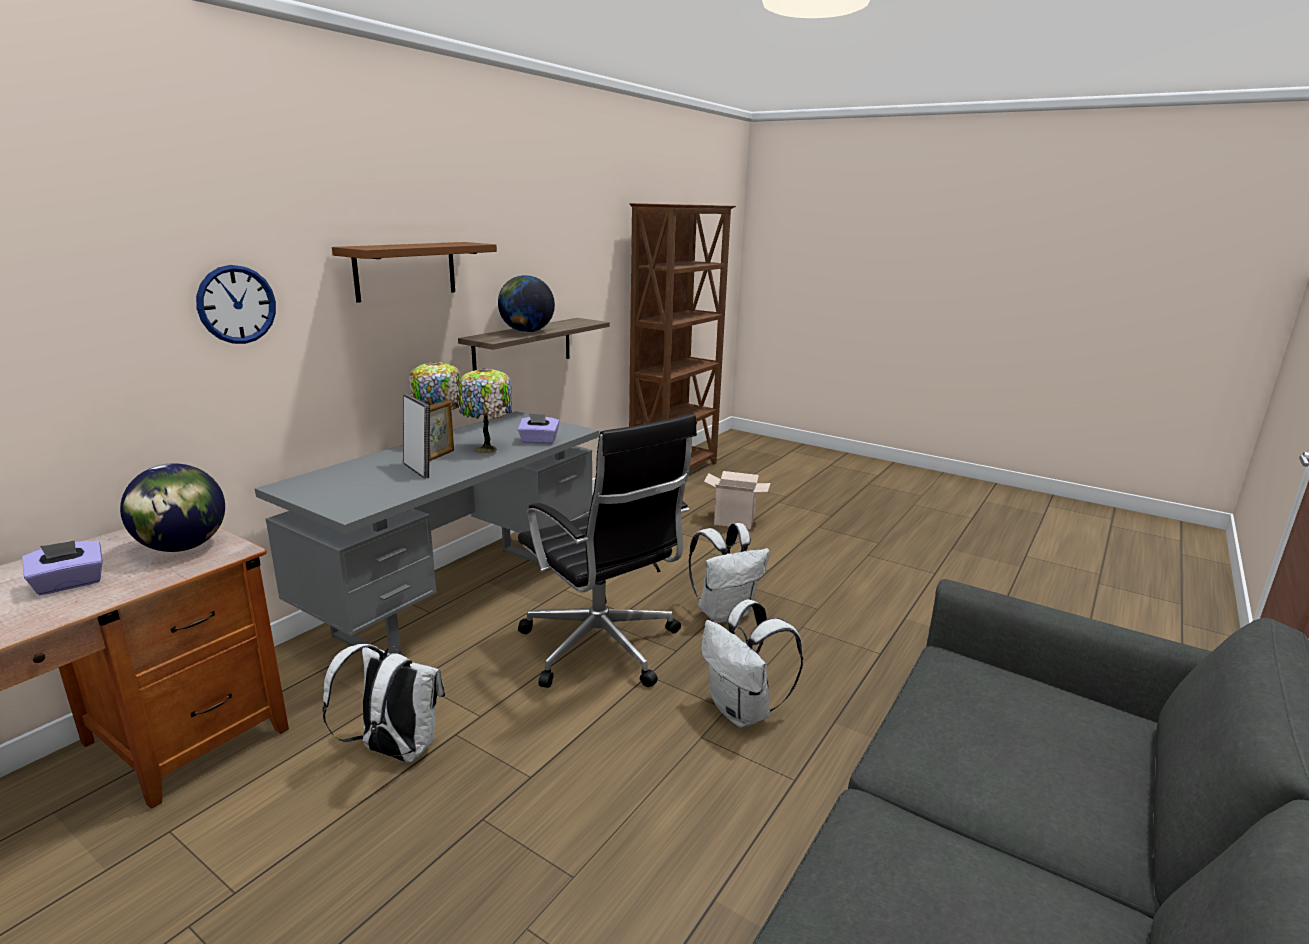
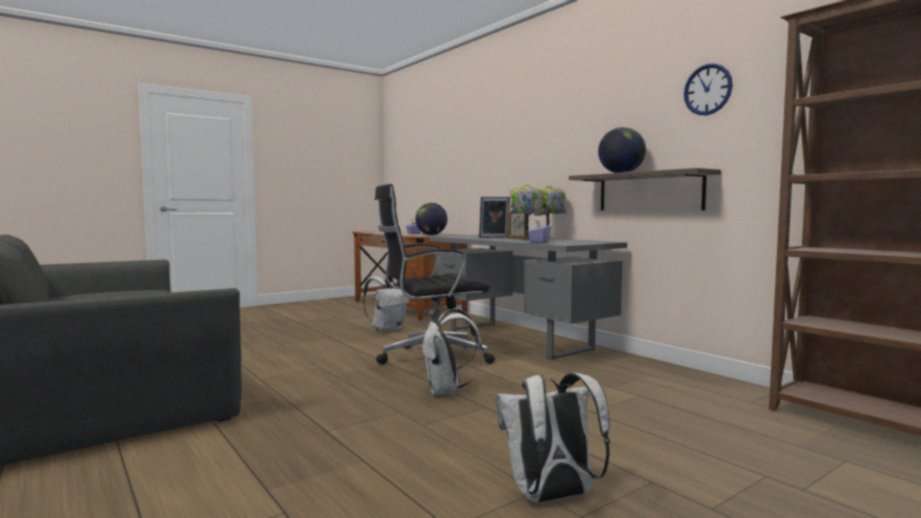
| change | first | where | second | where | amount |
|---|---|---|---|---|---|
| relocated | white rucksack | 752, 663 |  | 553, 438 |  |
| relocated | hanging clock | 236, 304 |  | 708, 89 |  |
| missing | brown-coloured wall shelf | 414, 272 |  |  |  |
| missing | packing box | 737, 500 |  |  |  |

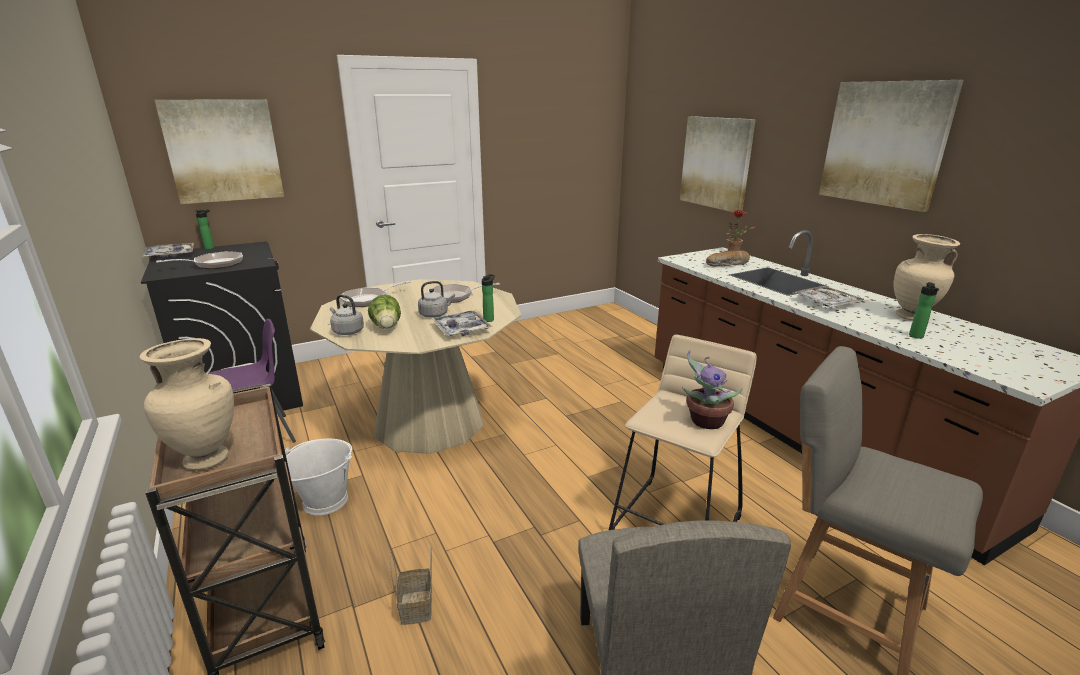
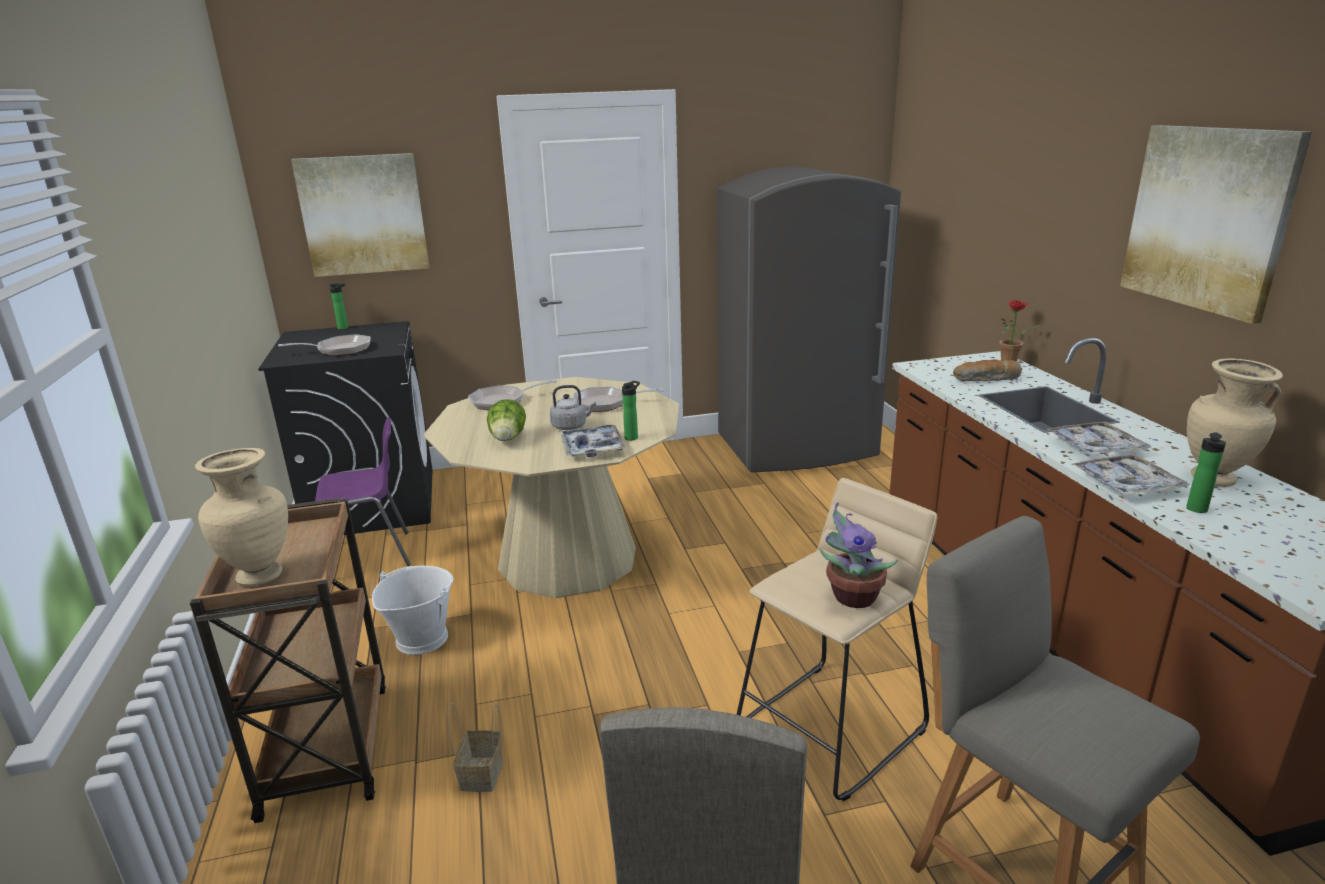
| change | first | where | second | where | amount |
|---|---|---|---|---|---|
| appeared |  |  | gray refrigerator | 809, 319 |  |
| relocated | tray | 168, 250 |  | 1131, 475 |  |
| missing | gray kettle | 347, 315 |  |  |  |
| missing | wall picture | 718, 164 |  |  |  |

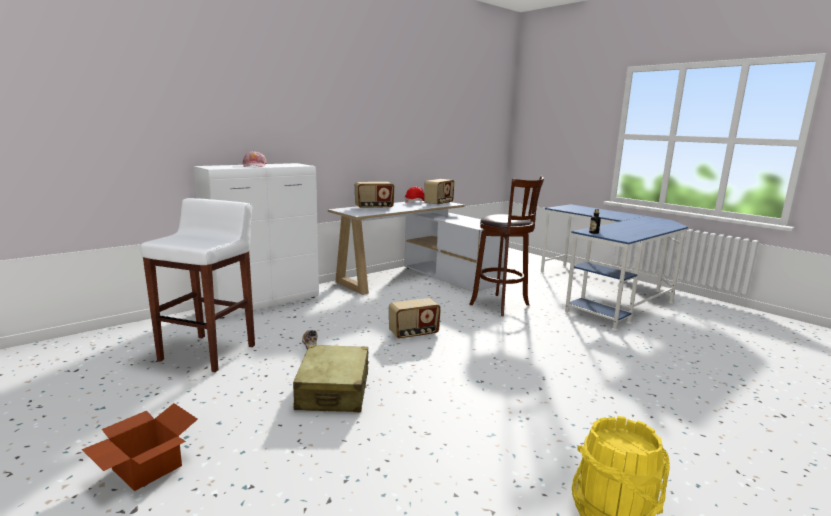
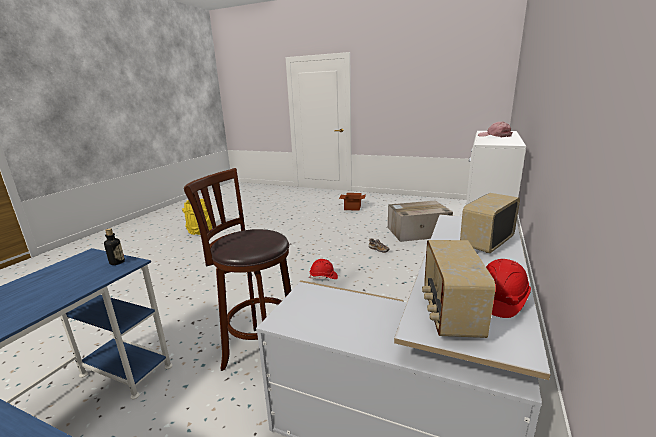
| change | first | where | second | where | amount |
|---|---|---|---|---|---|
| exchanged | radio set | 415, 318 | red-coloured hard hat | 324, 269 |  |
| exchanged | white stool seat | 197, 285 | packing box | 420, 221 |  |
| missing | beige-coloured travel case | 331, 379 |  |  |  |

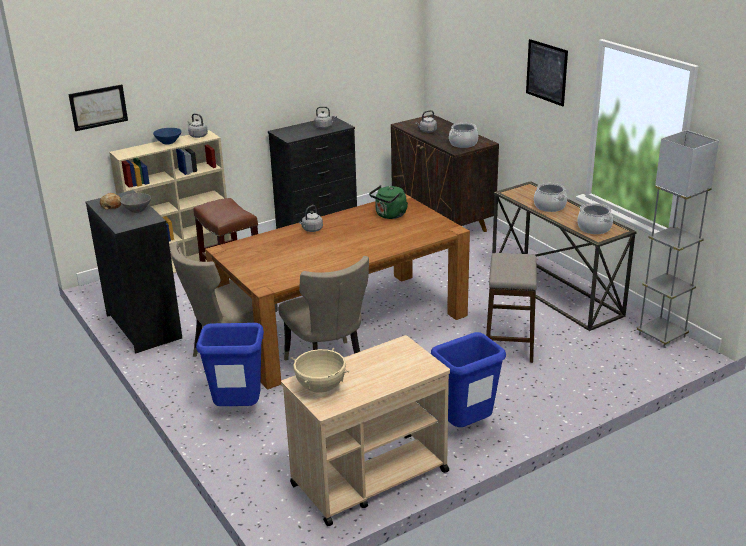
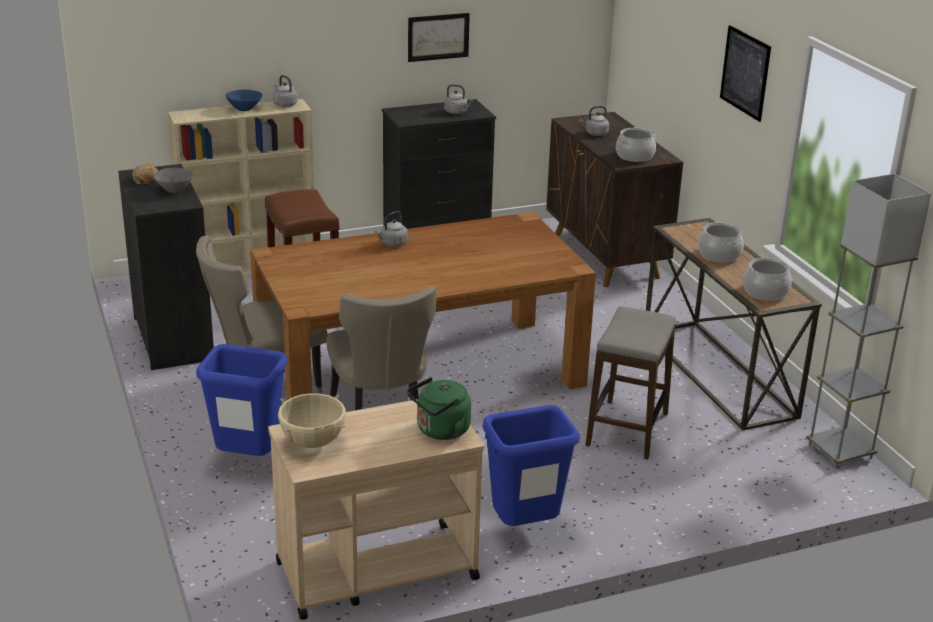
| change | first | where | second | where | amount |
|---|---|---|---|---|---|
| relocated | greenish kettle | 388, 202 |  | 439, 408 |  |
| relocated | wall picture | 98, 107 |  | 439, 37 |  |

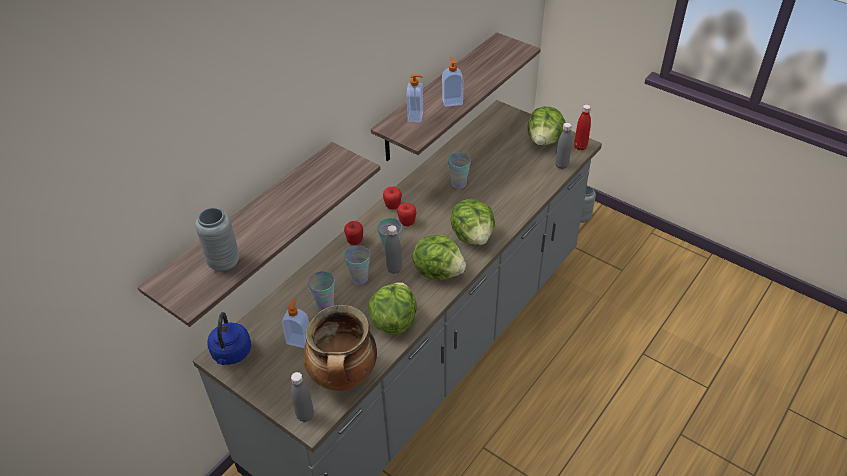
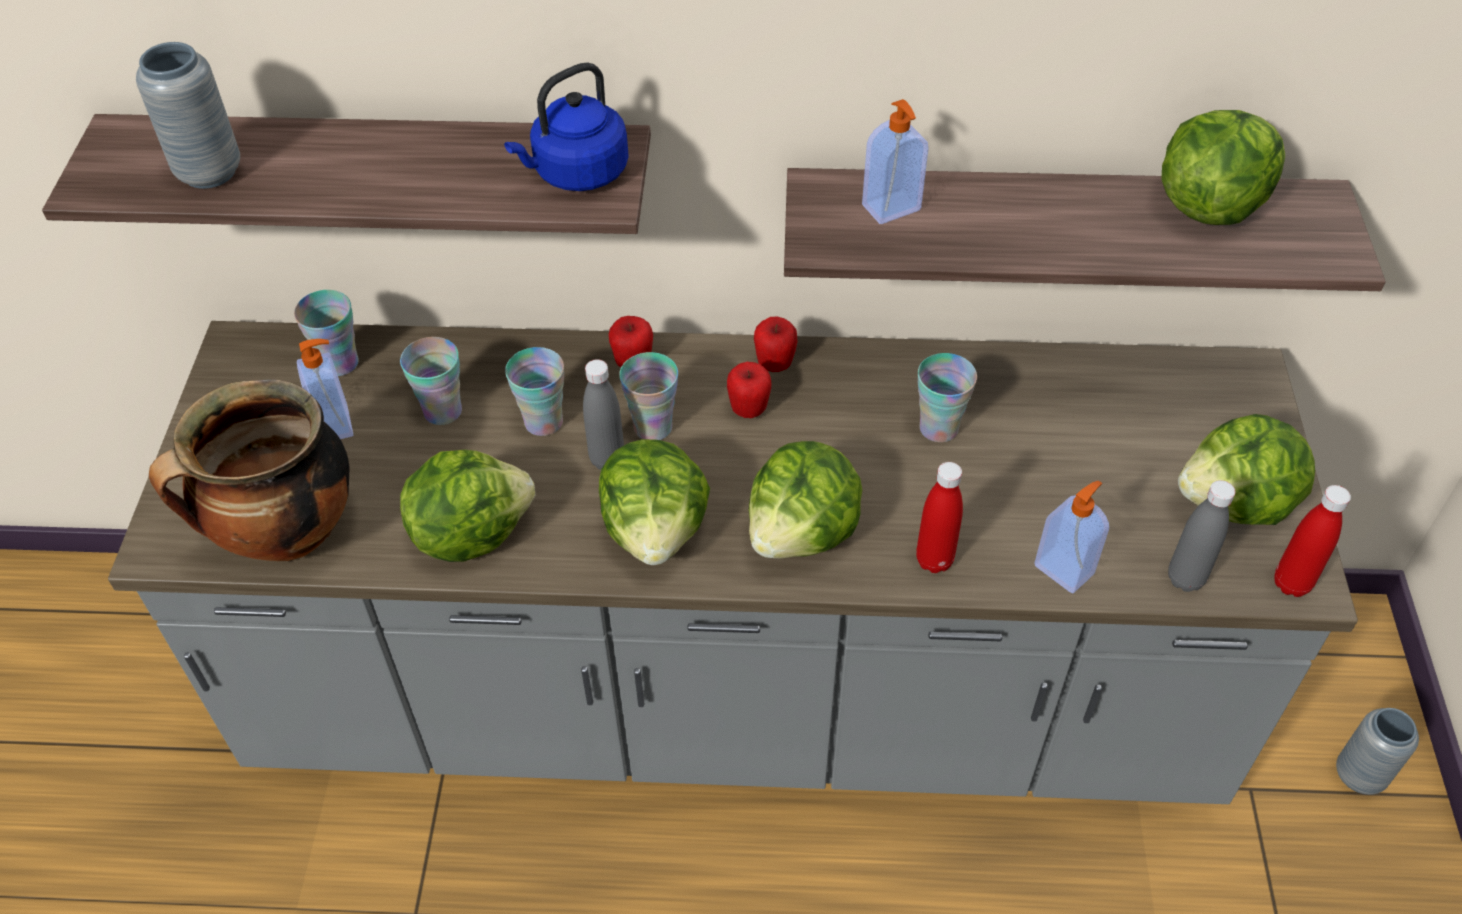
| change | first | where | second | where | amount |
|---|---|---|---|---|---|
| appeared |  |  | drinking cup | 326, 333 |  |
| relocated | bluish kettle | 229, 338 |  | 566, 127 |  |
| appeared |  |  | red-coloured beverage bottle | 939, 517 |  |
| relocated | liquid soap bottle | 453, 82 |  | 1071, 537 |  |
| appeared |  |  | head of lettuce | 1223, 167 |  |
| missing | gray beverage bottle | 302, 397 |  |  |  |

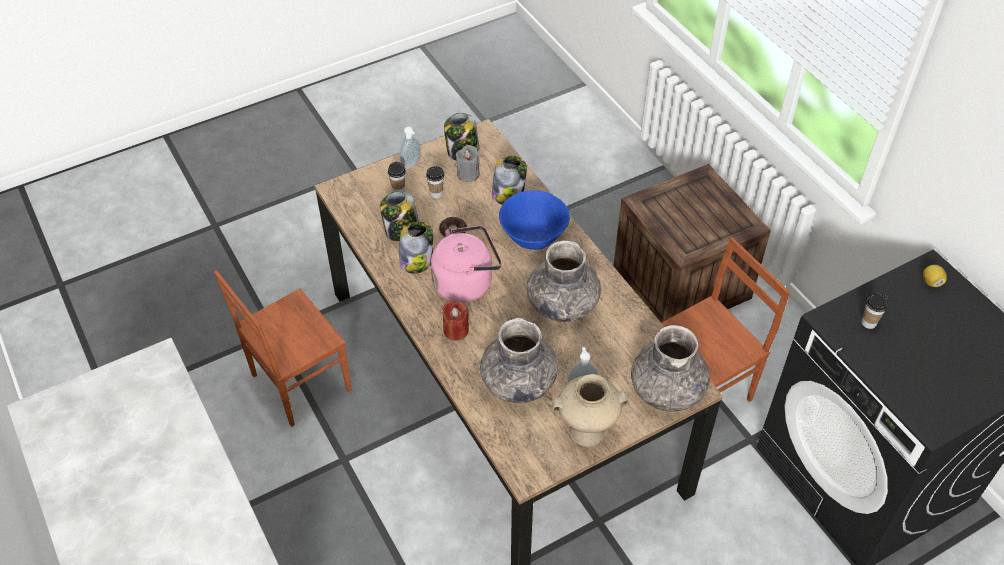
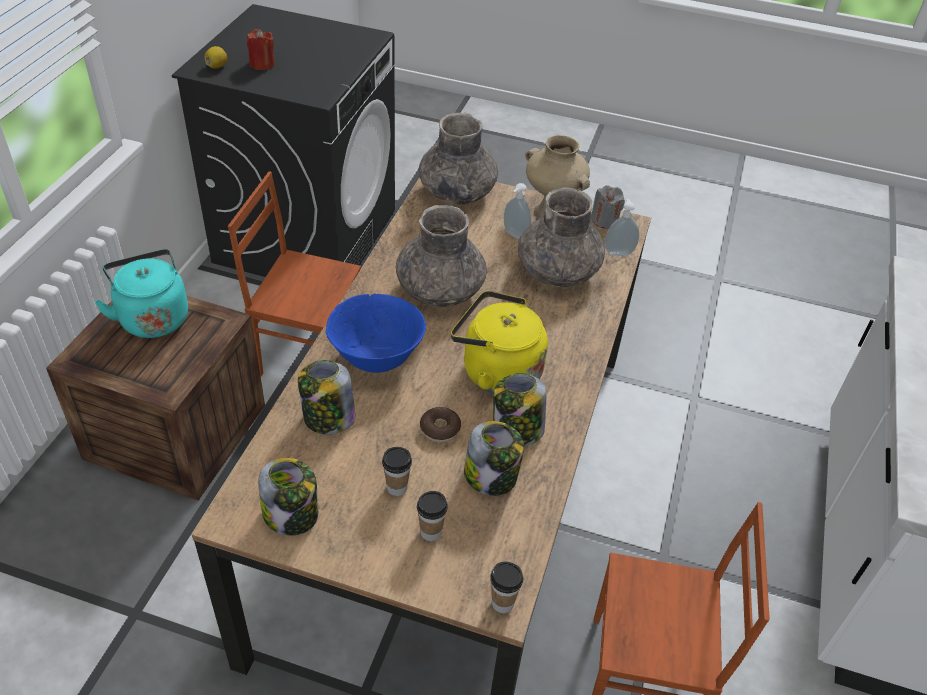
| change | first | where | second | where | amount |
|---|---|---|---|---|---|
| appeared |  |  | turquoise-coloured kettle | 141, 293 |  |
| relocated | red-coloured wax candle | 455, 321 |  | 261, 49 |  |
| colour | pink-coloured kettle | 466, 264 | yellowish kettle | 499, 342 |  |
| relocated | drinking cup | 875, 310 |  | 506, 587 |  |
| relocated | gray wax candle | 468, 163 |  | 608, 207 |  |
| relocated | liquid soap bottle | 410, 148 |  | 622, 227 |  |

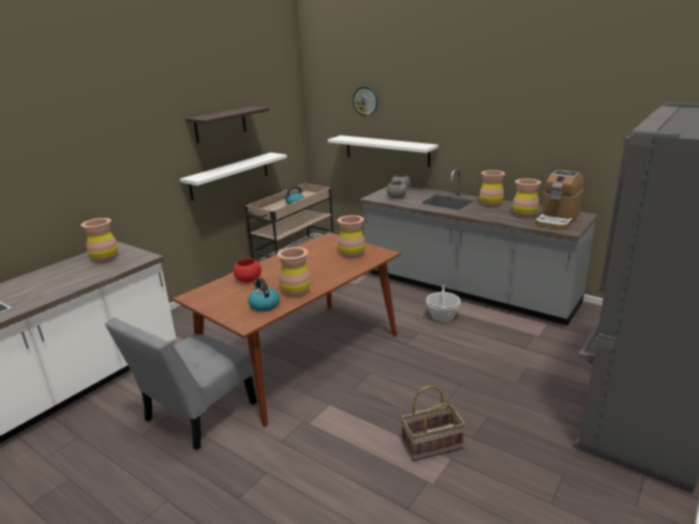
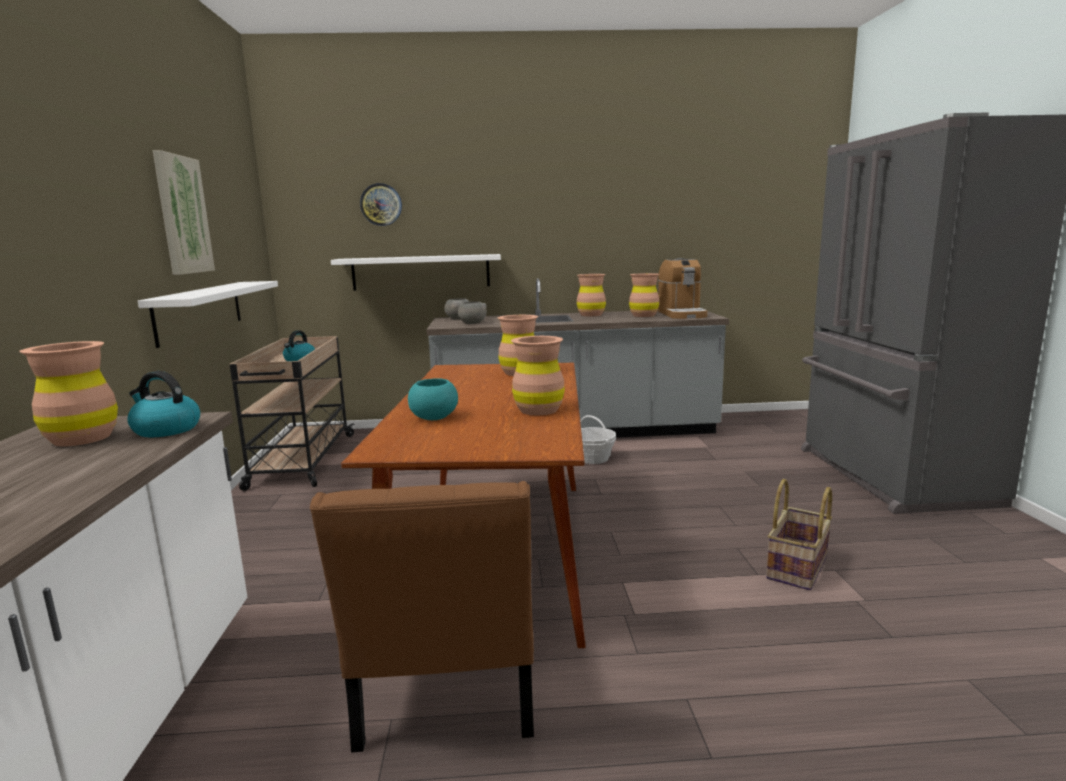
| change | first | where | second | where | amount |
|---|---|---|---|---|---|
| relocated | kettle | 263, 295 |  | 163, 404 |  |
| exchanged | wall shelf | 227, 124 | wall picture | 183, 212 |  |
| colour | gray chair | 181, 384 | brown-coloured chair | 422, 617 |  |
| colour | red-coloured serving bowl | 247, 270 | turquoise-coloured serving bowl | 433, 399 |  |

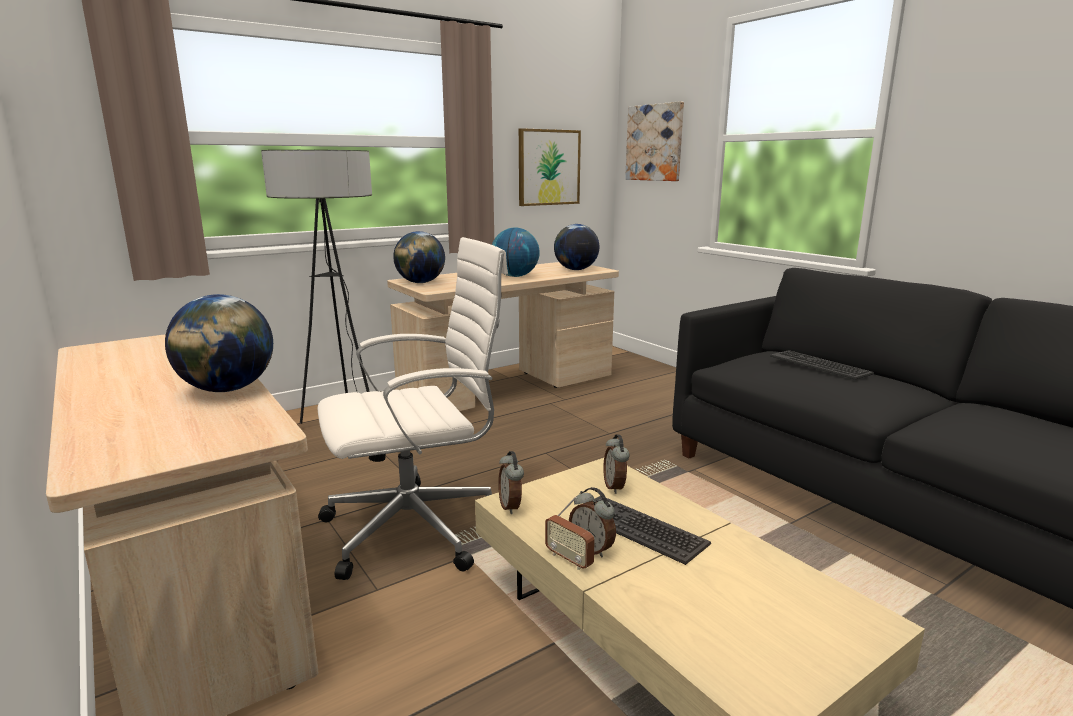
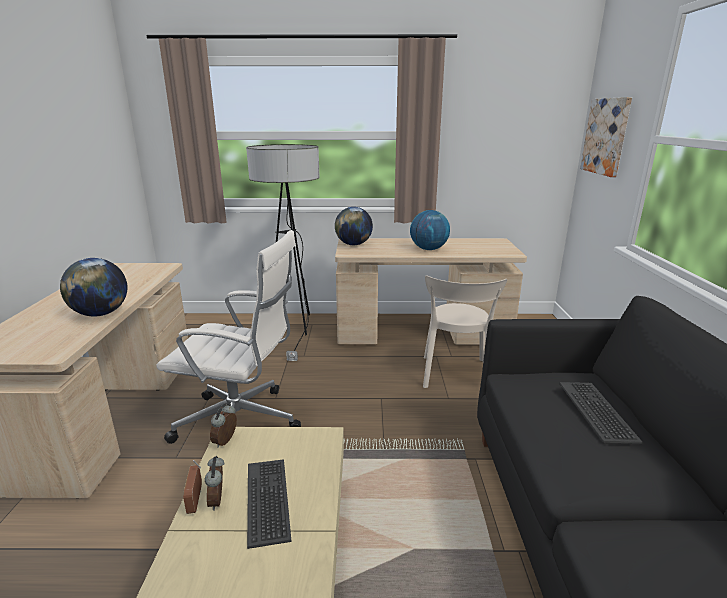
| change | first | where | second | where | amount |
|---|---|---|---|---|---|
| appeared |  |  | beige-coloured chair | 465, 331 |  |
| missing | wall picture | 550, 167 |  |  |  |
| missing | globe | 576, 247 |  |  |  |
| missing | alarm clock | 616, 464 |  |  |  |

